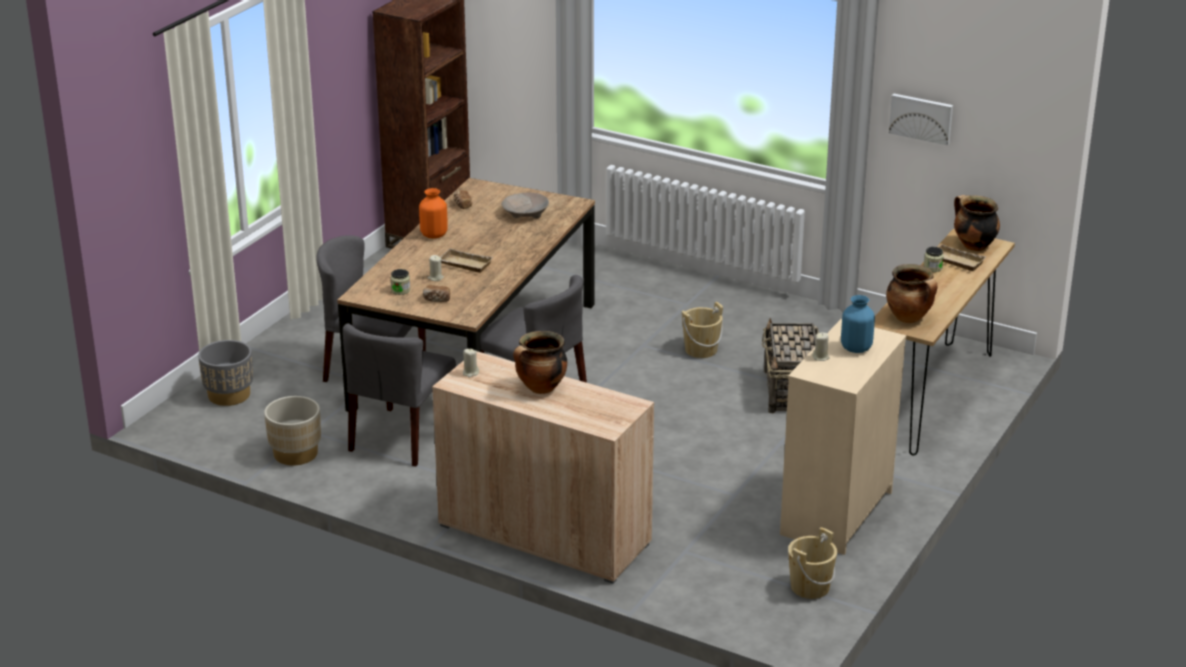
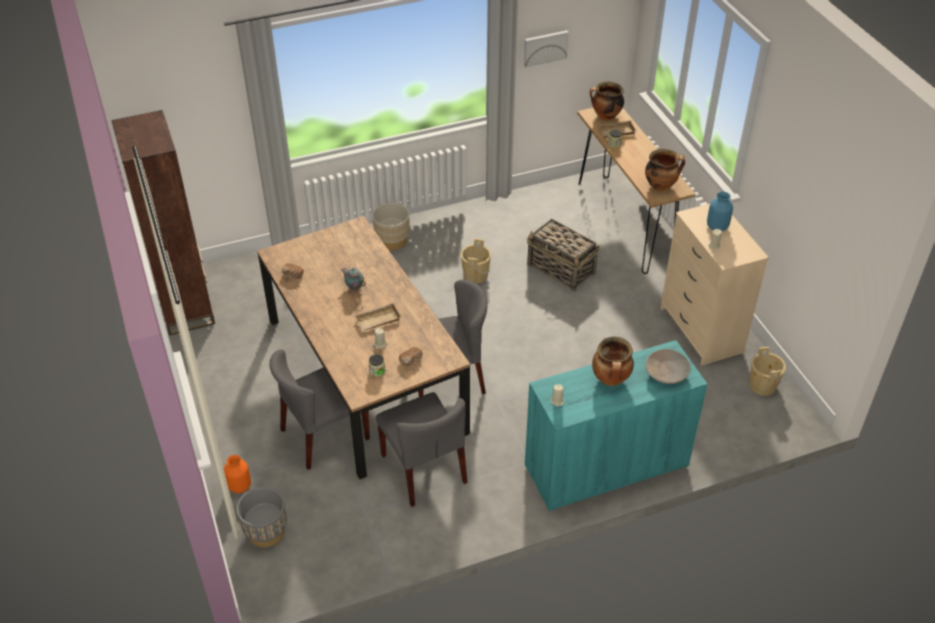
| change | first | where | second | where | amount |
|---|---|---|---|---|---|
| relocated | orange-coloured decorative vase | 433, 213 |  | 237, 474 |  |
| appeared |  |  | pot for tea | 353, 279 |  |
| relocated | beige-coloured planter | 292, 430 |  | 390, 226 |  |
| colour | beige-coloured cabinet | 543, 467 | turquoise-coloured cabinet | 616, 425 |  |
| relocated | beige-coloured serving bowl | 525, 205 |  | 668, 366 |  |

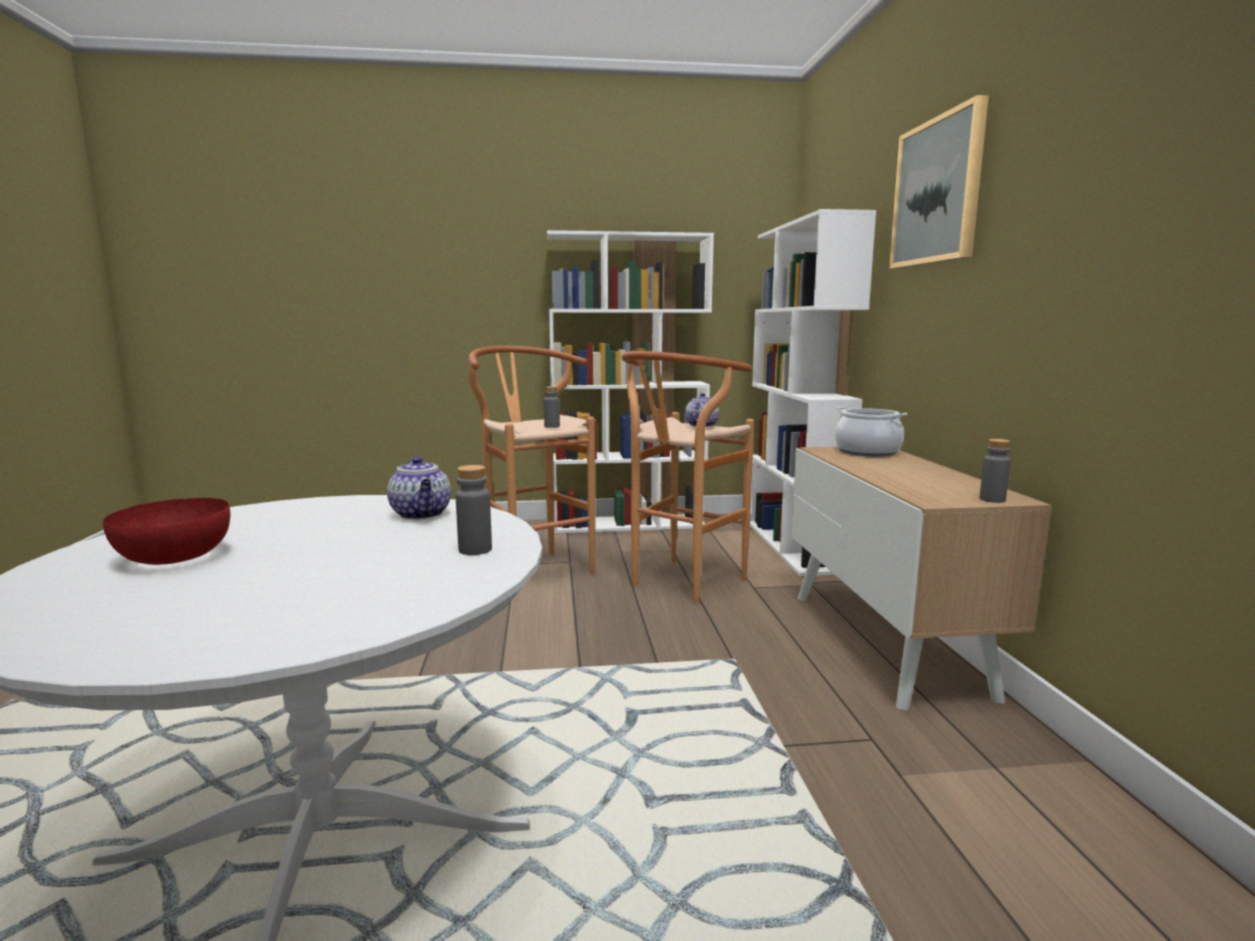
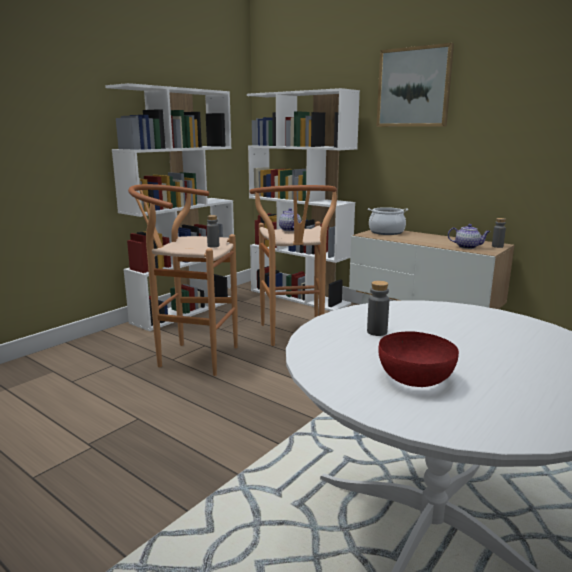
| change | first | where | second | where | amount |
|---|---|---|---|---|---|
| relocated | gray beverage bottle | 474, 510 |  | 378, 308 |  |
| relocated | pot for tea | 419, 488 |  | 469, 236 |  |

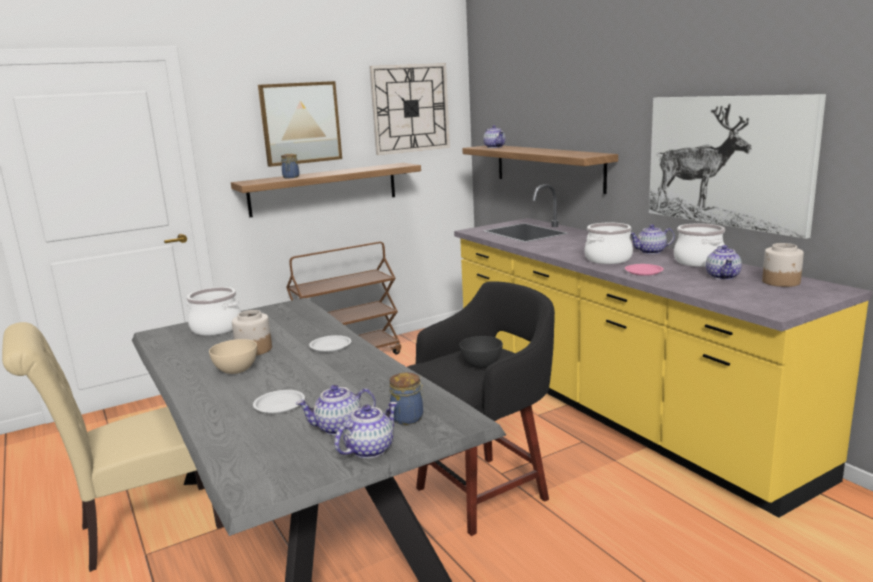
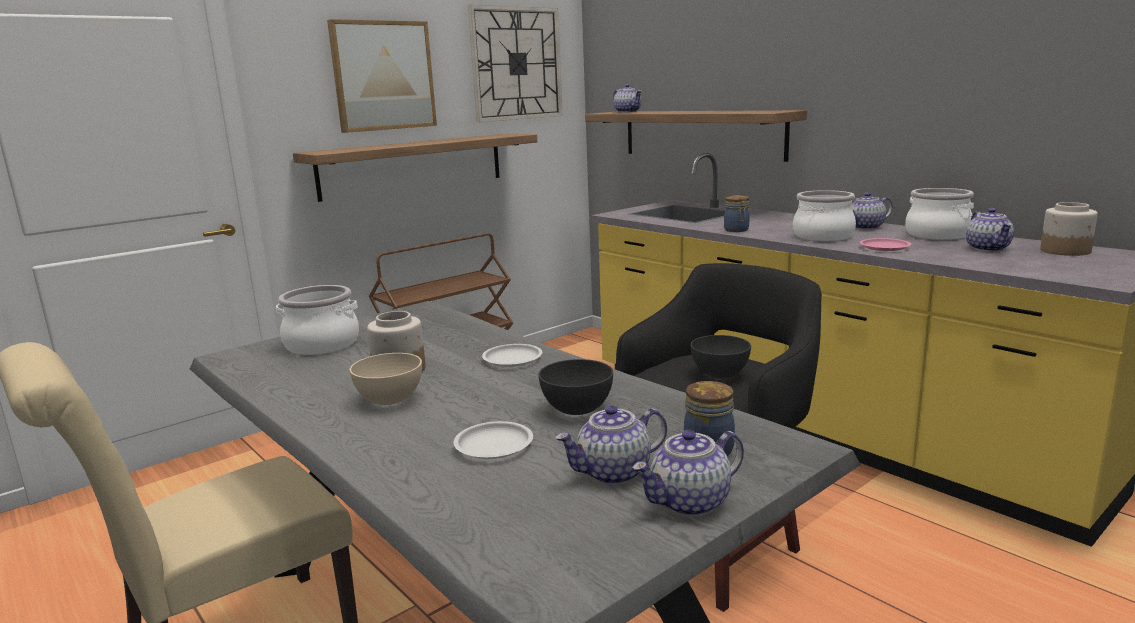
| change | first | where | second | where | amount |
|---|---|---|---|---|---|
| appeared |  |  | gray serving bowl | 575, 387 |  |
| spun | pot for tea | 365, 430 |  | 688, 473 | 150 degrees counterclockwise |
| relocated | jar | 290, 166 |  | 736, 213 |  |
| missing | wall picture | 737, 166 |  |  |  |

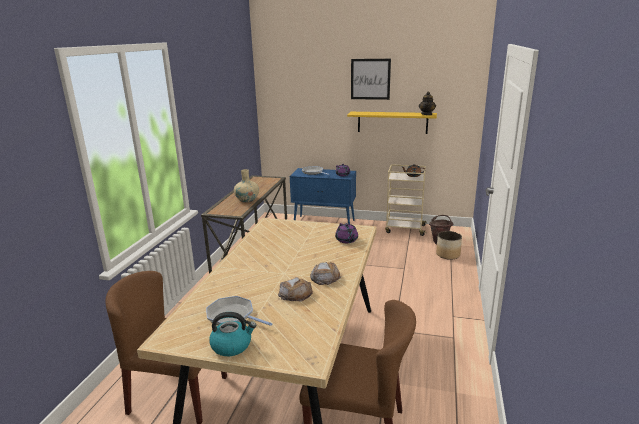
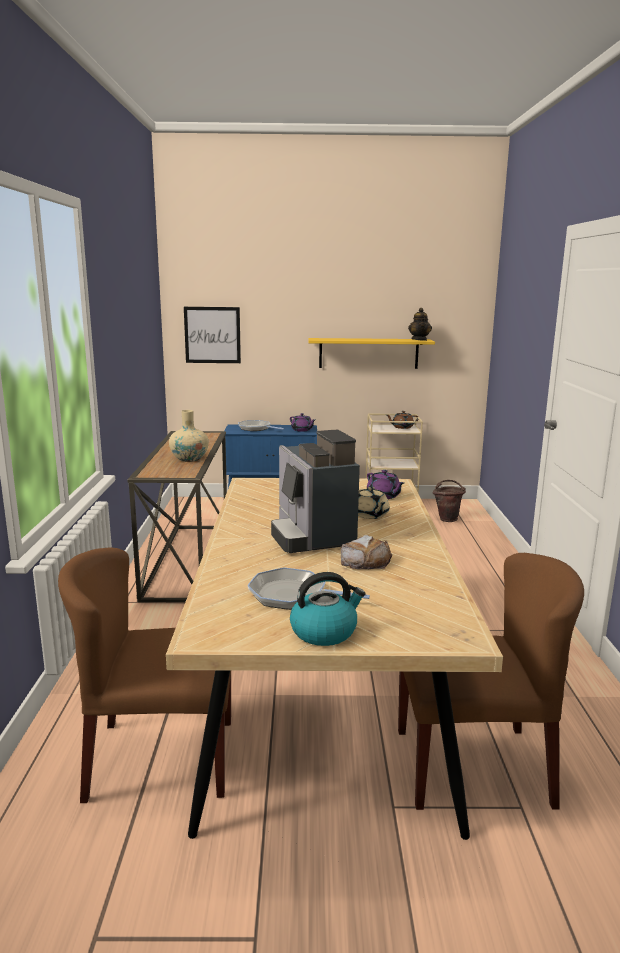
| change | first | where | second | where | amount |
|---|---|---|---|---|---|
| relocated | wall picture | 371, 79 |  | 212, 335 |  |
| appeared |  |  | coffee machine | 315, 491 |  |
| appeared |  |  | beige-coloured pot for tea | 373, 503 |  |
| missing | baked bread | 325, 273 |  |  |  |
| missing | planter | 449, 245 |  |  |  |

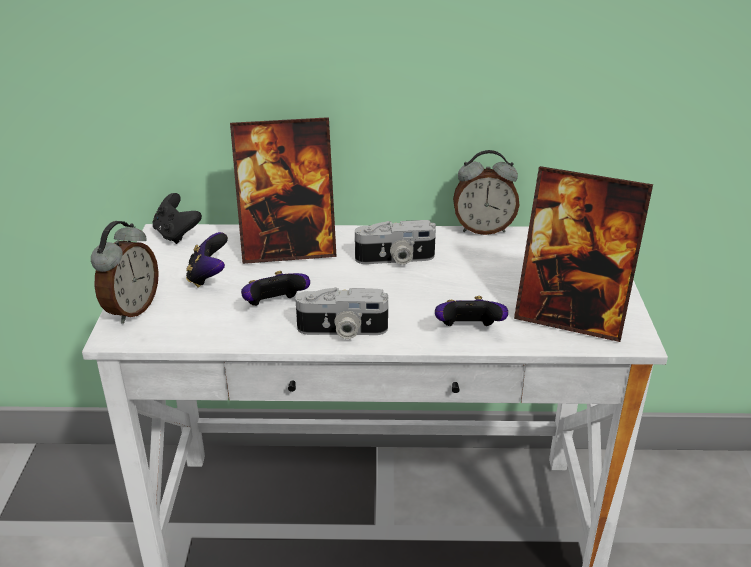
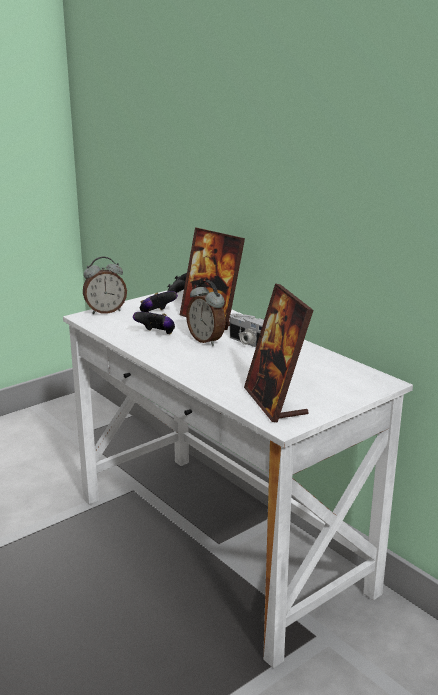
| change | first | where | second | where | amount |
|---|---|---|---|---|---|
| relocated | alarm clock | 486, 192 |  | 205, 313 |  |
| missing | still camera | 341, 313 |  |  |  |
| missing | joypad | 471, 311 |  |  |  |

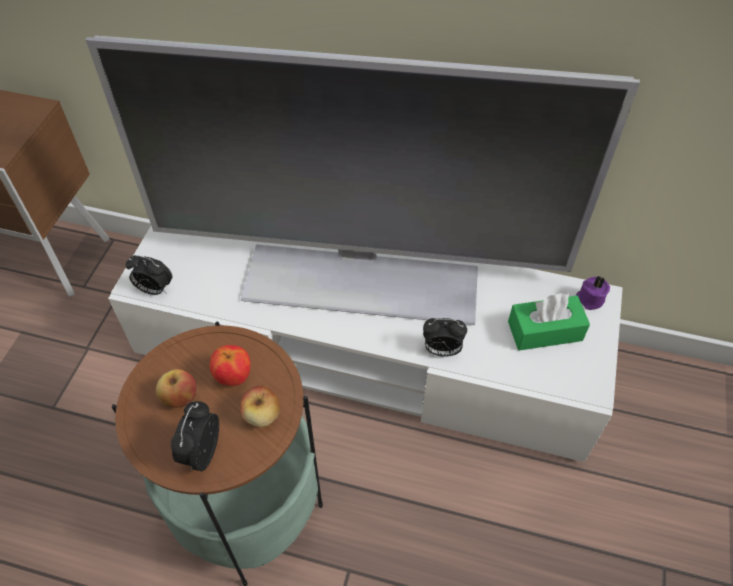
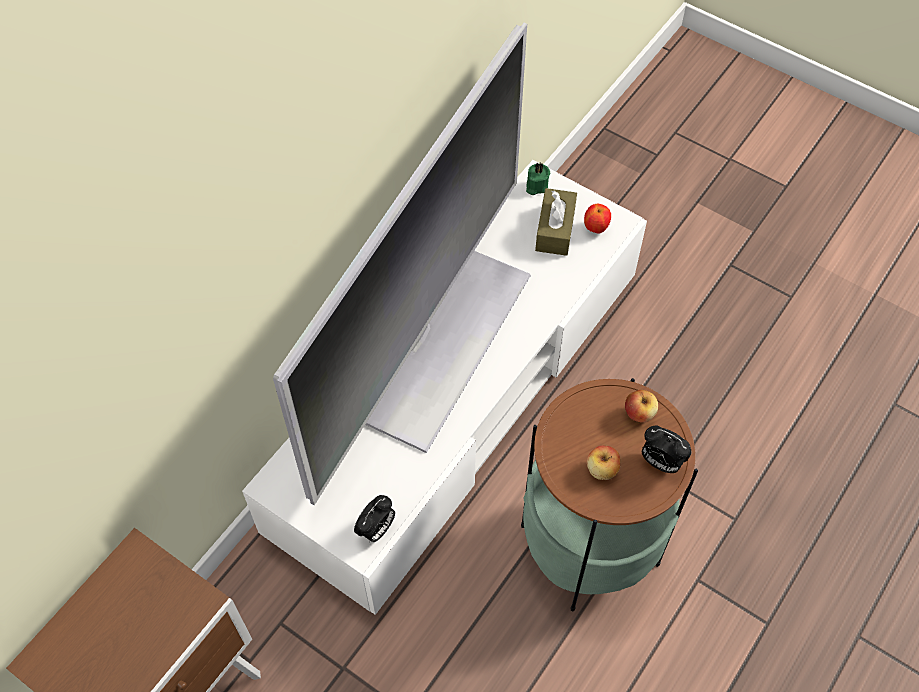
| change | first | where | second | where | amount |
|---|---|---|---|---|---|
| colour | purple-coloured wax candle | 593, 293 | greenish wax candle | 538, 179 |  |
| colour | greenish tissue holder | 549, 322 | brown-coloured tissue holder | 556, 222 |  |
| relocated | whole apple | 230, 365 |  | 597, 218 |  |
| missing | alarm clock | 445, 337 |  |  |  |

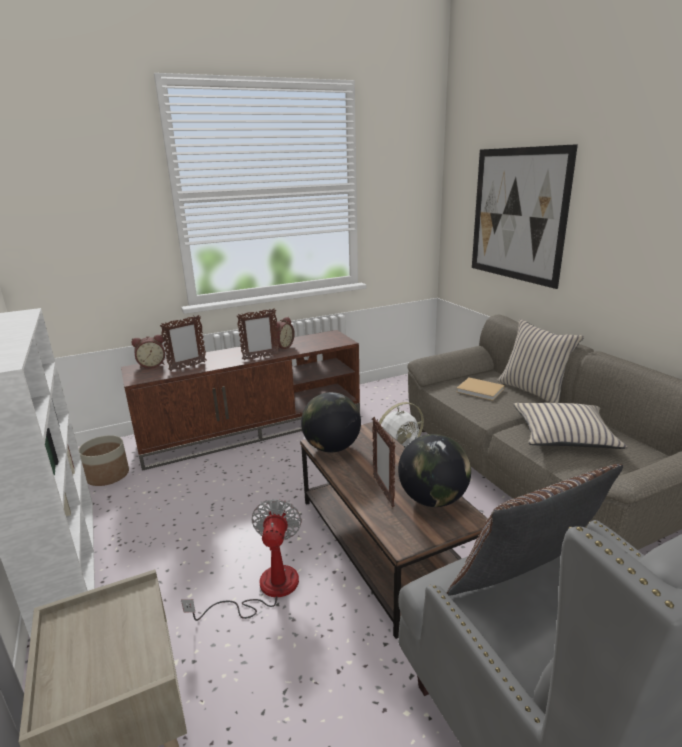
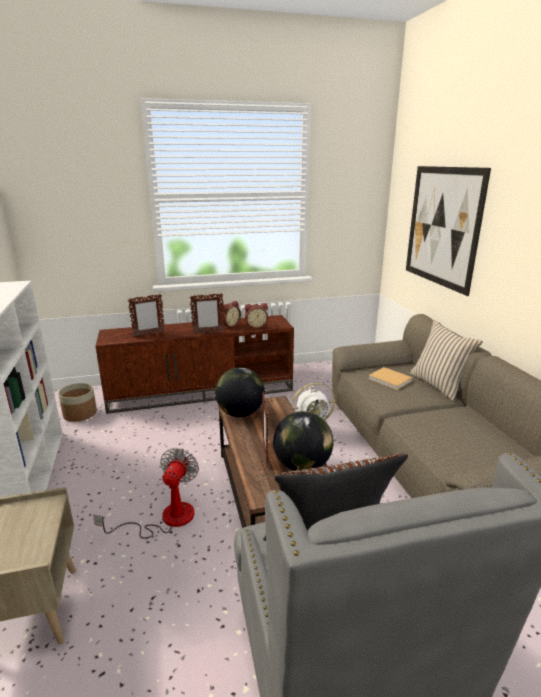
| change | first | where | second | where | amount |
|---|---|---|---|---|---|
| relocated | alarm clock | 148, 351 |  | 256, 316 |  |
| missing | beige-coloured throw pillow | 570, 426 |  |  |  |

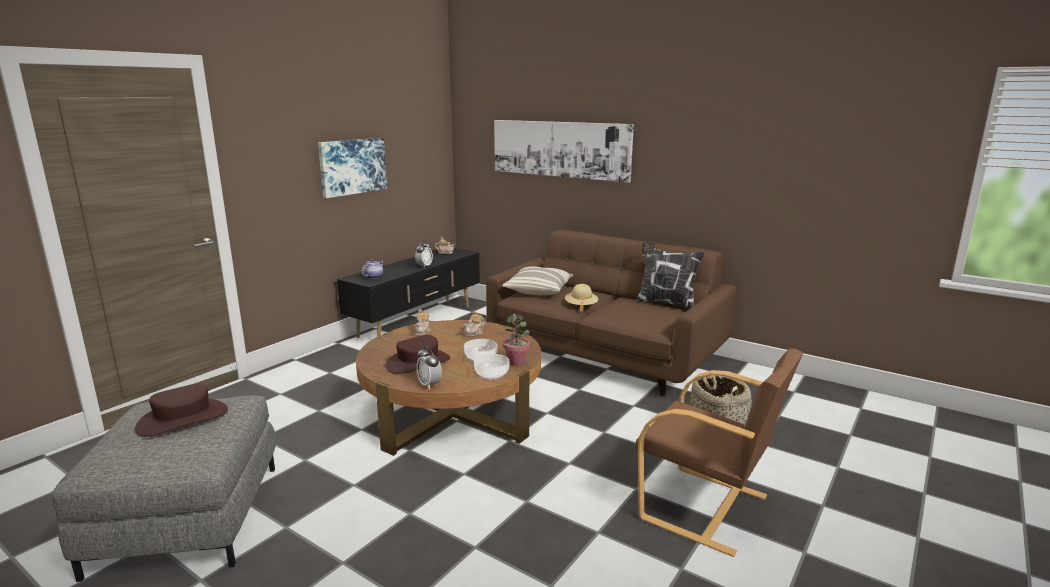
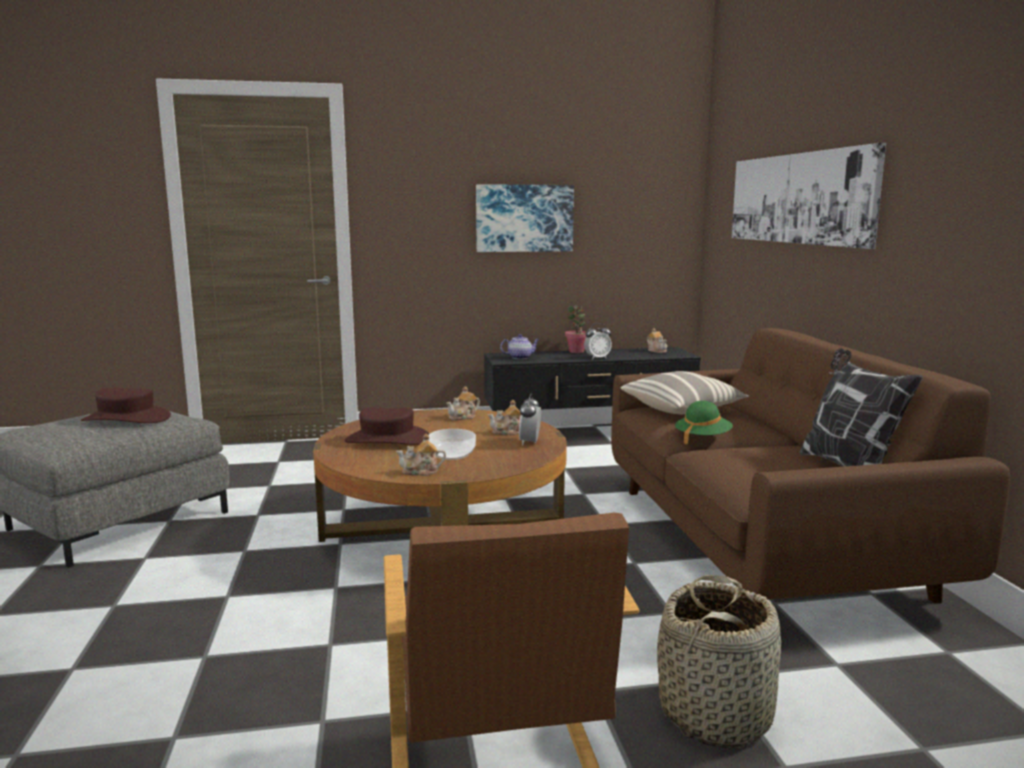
| change | first | where | second | where | amount |
|---|---|---|---|---|---|
| exchanged | serving bowl | 491, 367 | pot for tea | 421, 454 |  |
| relocated | alarm clock | 429, 367 |  | 530, 419 |  |
| relocated | potted plant | 516, 340 |  | 575, 329 |  |
| colour | beige-coloured clothing hat | 581, 298 | greenish clothing hat | 704, 423 |  |

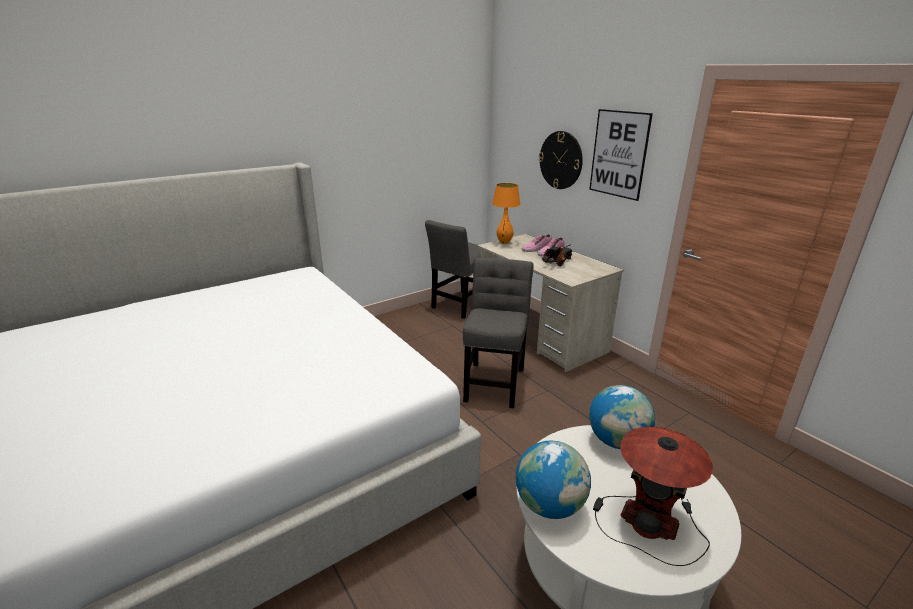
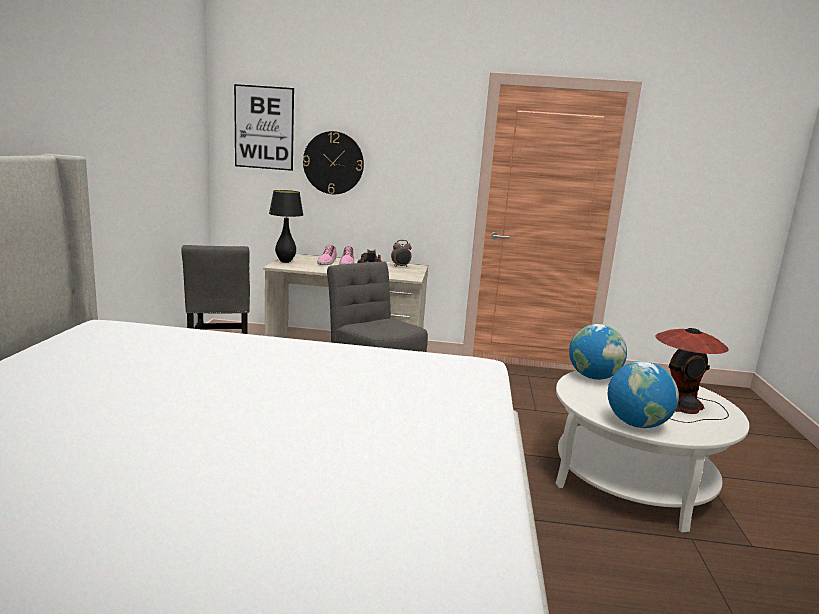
| change | first | where | second | where | amount |
|---|---|---|---|---|---|
| relocated | wall picture | 621, 155 |  | 264, 127 |  |
| colour | orange-coloured table lamp | 506, 213 | blackish table lamp | 286, 226 |  |
| appeared |  |  | alarm clock | 401, 253 |  |

